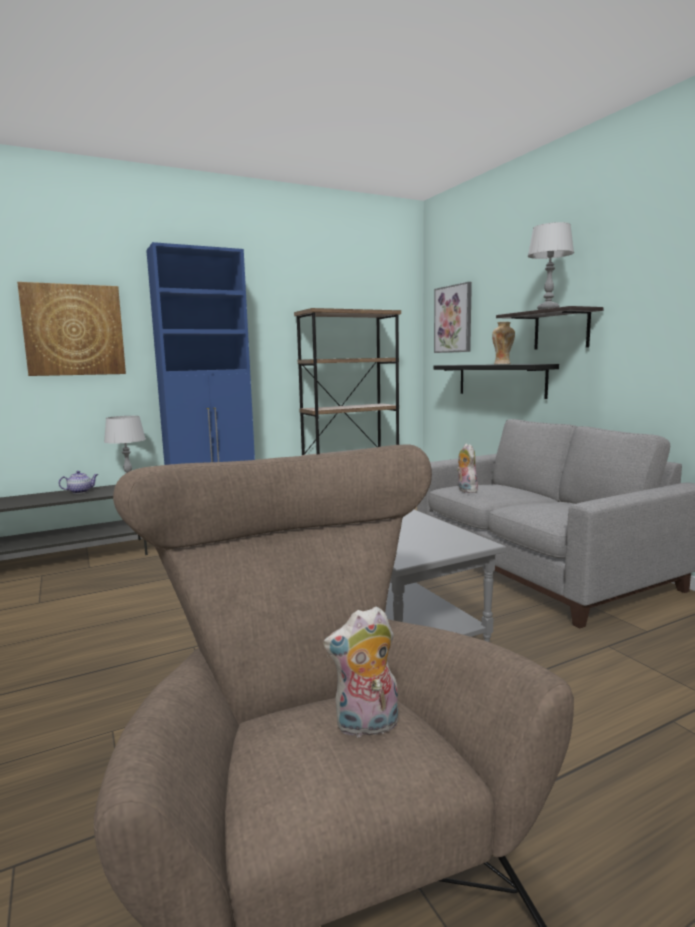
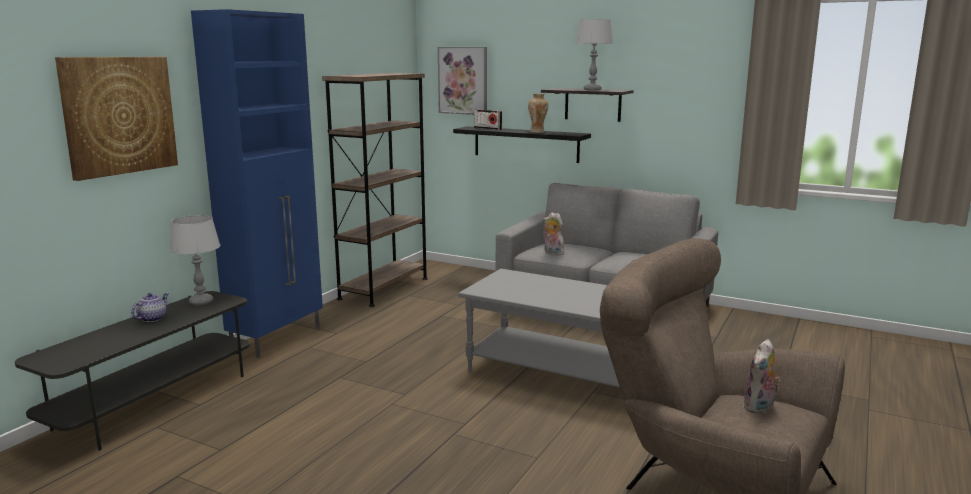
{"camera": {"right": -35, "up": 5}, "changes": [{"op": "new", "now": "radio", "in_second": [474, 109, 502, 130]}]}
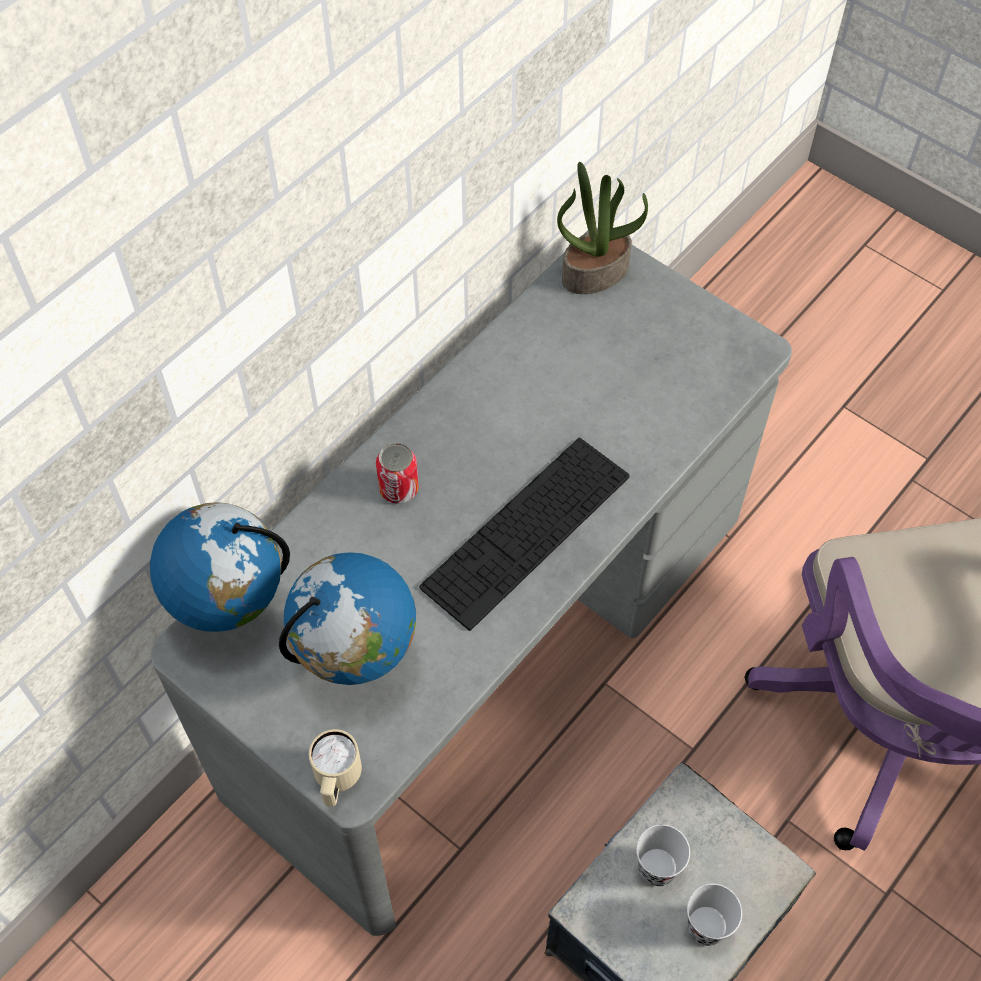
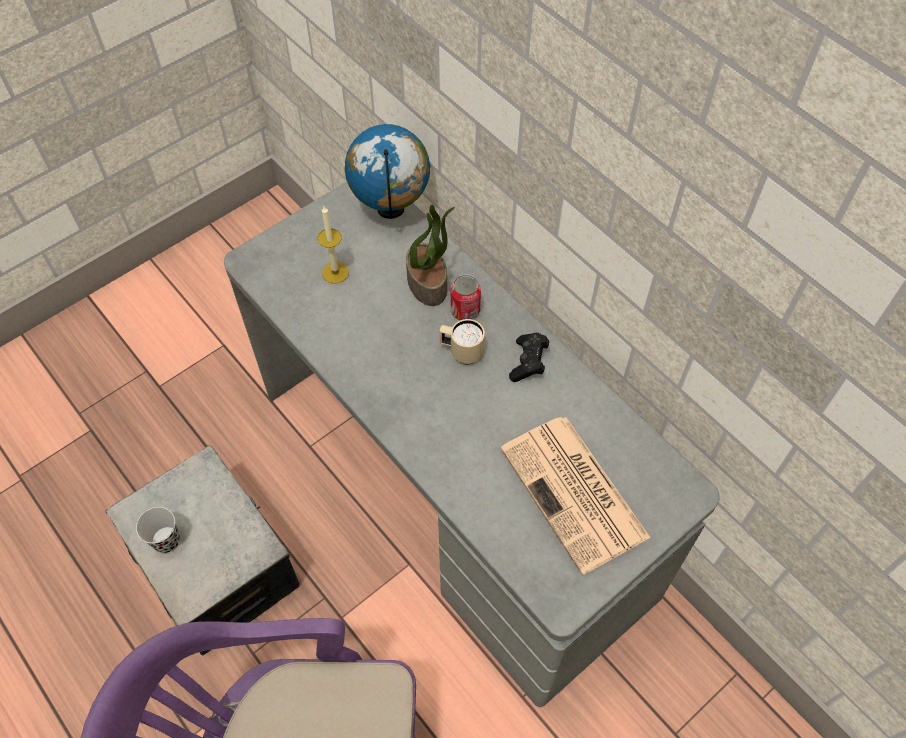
{"camera": {"right": 100, "up": 0}, "changes": [{"op": "swapped", "was": "globus", "now": "świeca", "in_first": [279, 553, 416, 685], "in_second": [318, 206, 349, 284]}, {"op": "shifted", "was": "roślina doniczkowa", "in_first": [557, 162, 648, 294], "in_second": [406, 205, 455, 306]}, {"op": "shifted", "was": "kubek/beżowy", "in_first": [309, 729, 362, 807], "in_second": [439, 319, 485, 364]}, {"op": "new", "now": "gazeta", "in_second": [500, 417, 651, 575]}, {"op": "new", "now": "pad do gier/czarny", "in_second": [509, 333, 549, 382]}, {"op": "gone", "was": "klawiatura", "in_first": [419, 438, 629, 631]}, {"op": "gone", "was": "filiżanka/czarny", "in_first": [636, 825, 690, 886]}]}
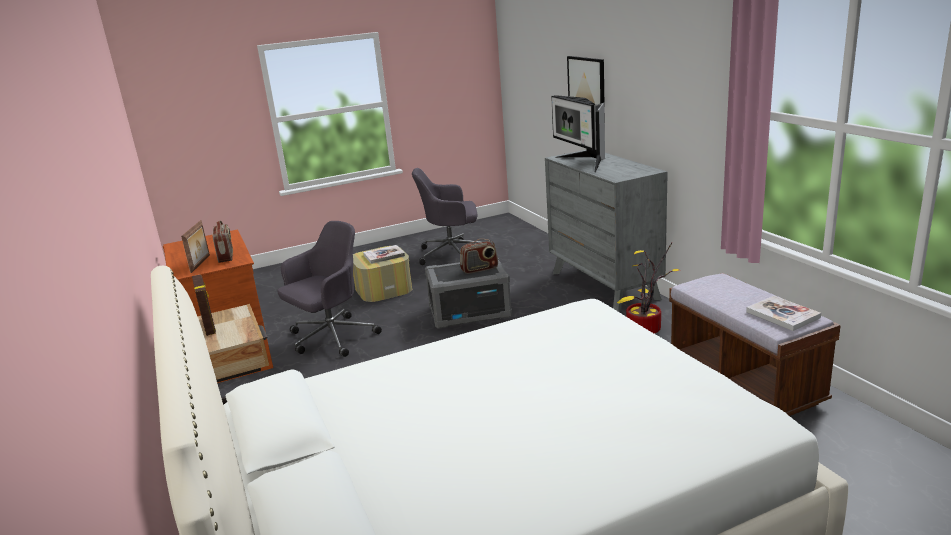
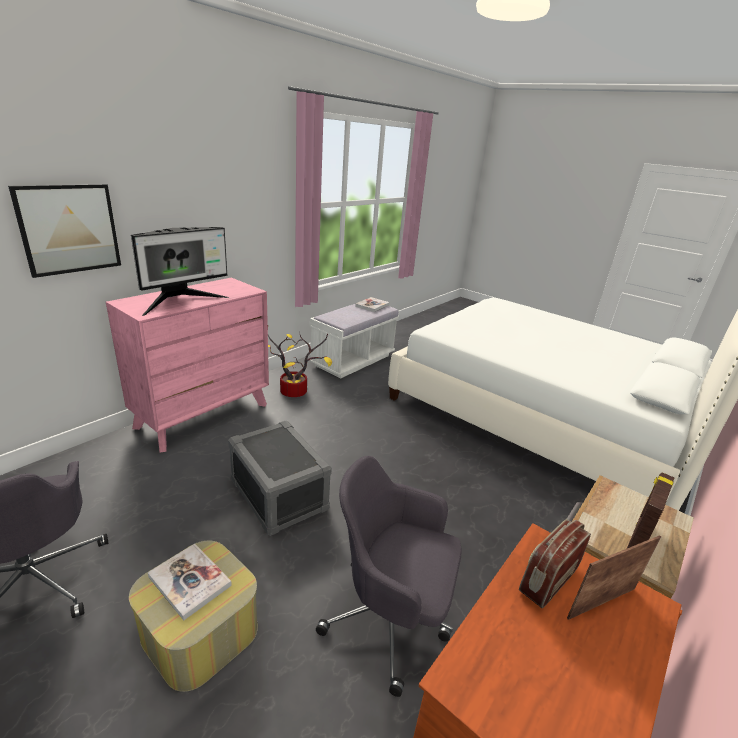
{"camera": {"right": -120, "up": 5}, "changes": [{"op": "repainted", "was": "komoda/szary", "now": "komoda/różowy", "in_first": [545, 150, 668, 312], "in_second": [106, 278, 269, 452]}, {"op": "repainted", "was": "ławka/brązowy", "now": "ławka/biały", "in_first": [669, 273, 841, 416], "in_second": [309, 304, 399, 378]}, {"op": "gone", "was": "radio", "in_first": [460, 239, 498, 274]}]}
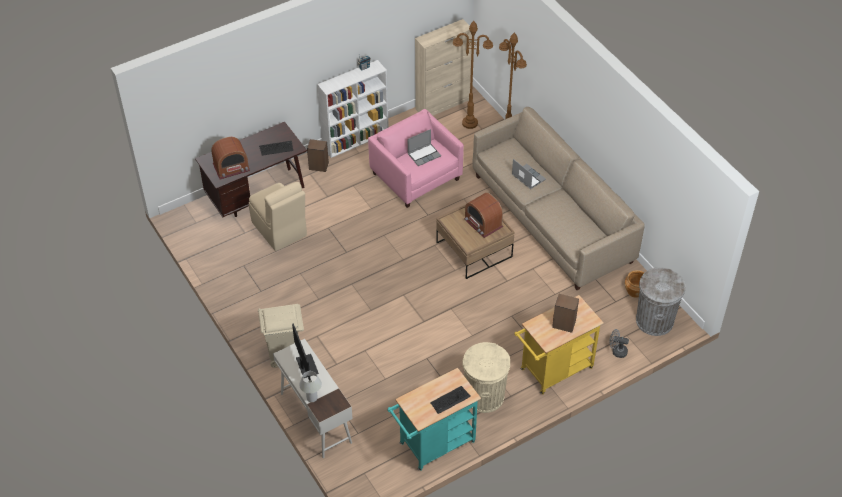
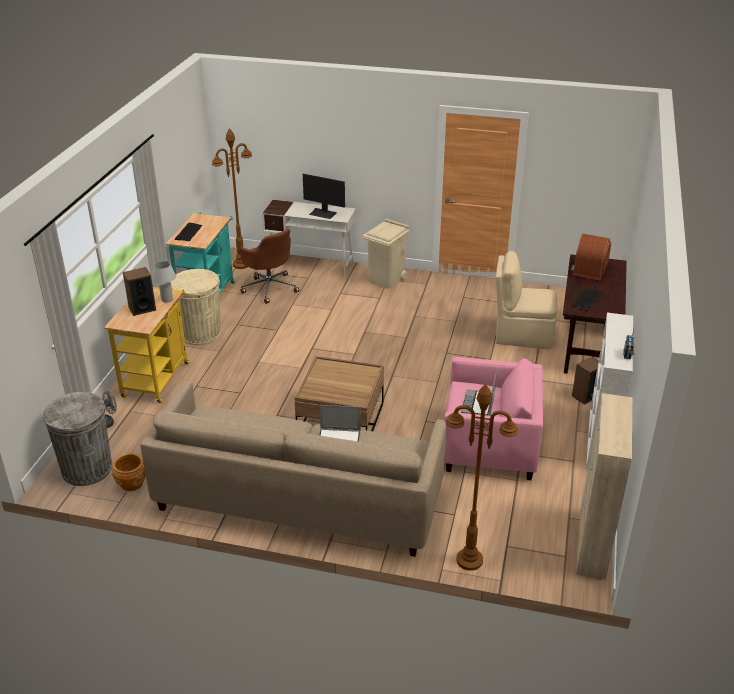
{"camera": {"right": 135, "up": -15}, "changes": [{"op": "shifted", "was": "lampa stołowa/biały", "in_first": [299, 371, 322, 402], "in_second": [152, 261, 176, 303]}, {"op": "shifted", "was": "lampa stojąca/brązowy", "in_first": [453, 21, 493, 129], "in_second": [212, 128, 252, 269]}, {"op": "new", "now": "krzesło biurowe/brązowy", "in_second": [239, 229, 299, 304]}, {"op": "gone", "was": "radio", "in_first": [464, 193, 503, 238]}]}
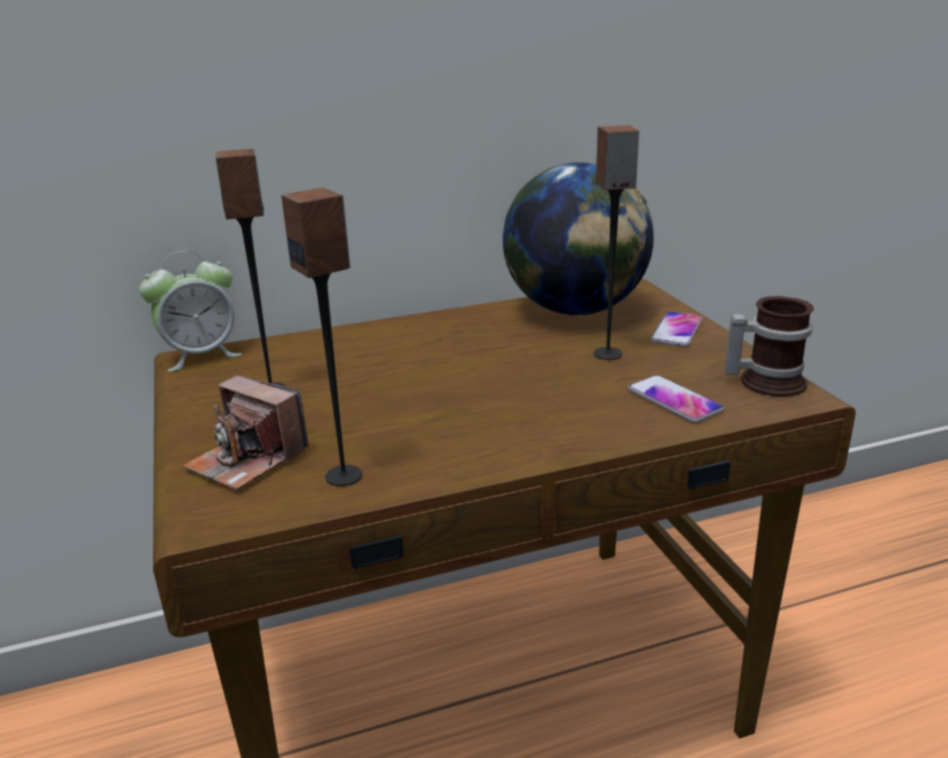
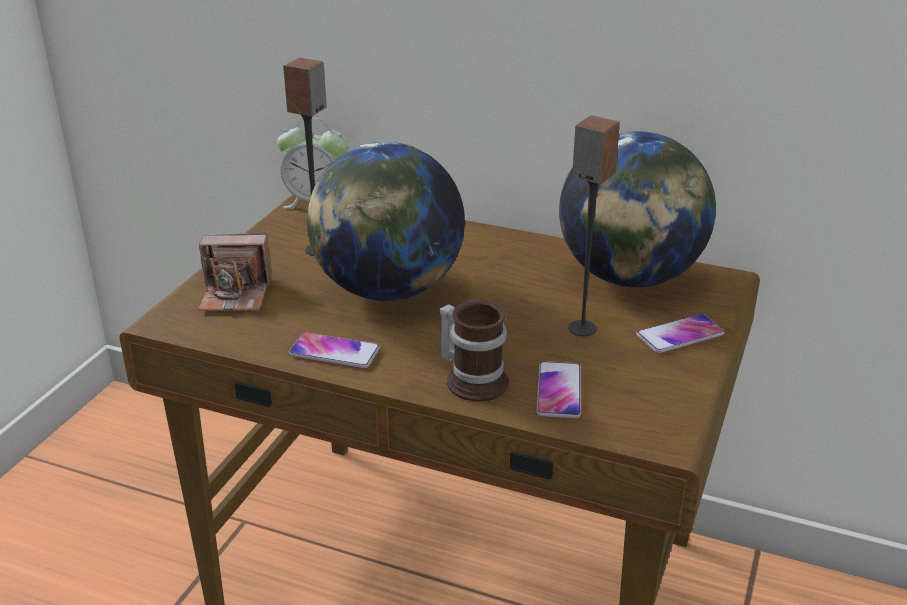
{"camera": {"right": 40, "up": 5}, "changes": [{"op": "rotated", "was": "aparat fotograficzny", "in_first": [183, 375, 309, 491], "in_second": [198, 233, 272, 311], "clockwise": -75}, {"op": "new", "now": "telefon", "in_second": [289, 332, 380, 368]}, {"op": "new", "now": "globus", "in_second": [307, 142, 465, 301]}, {"op": "shifted", "was": "kubek", "in_first": [725, 296, 814, 397], "in_second": [440, 300, 509, 402]}, {"op": "gone", "was": "głośnik", "in_first": [281, 188, 362, 486]}]}
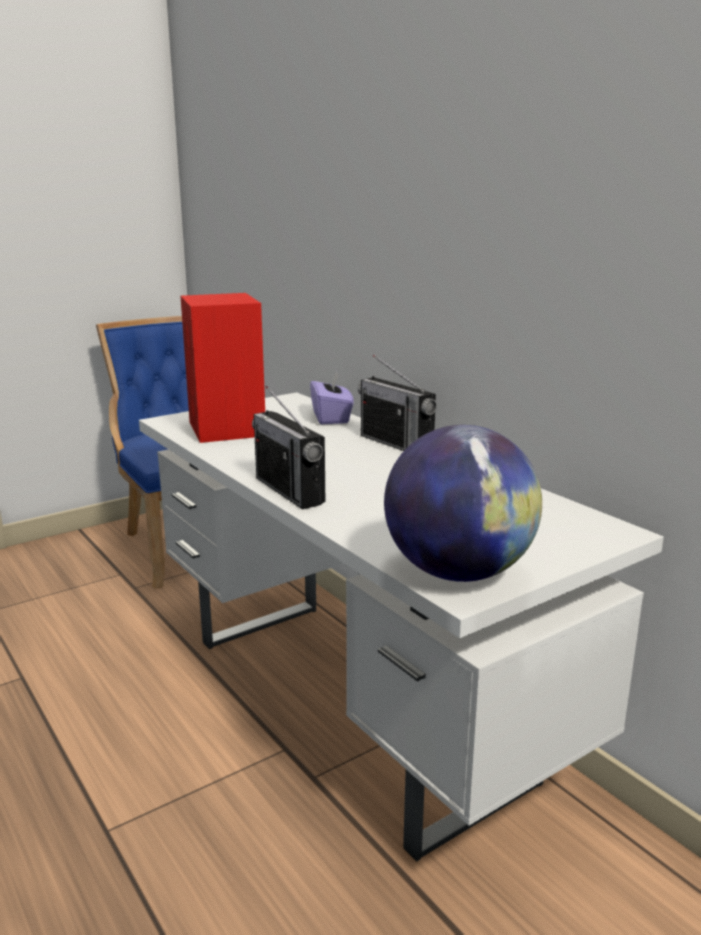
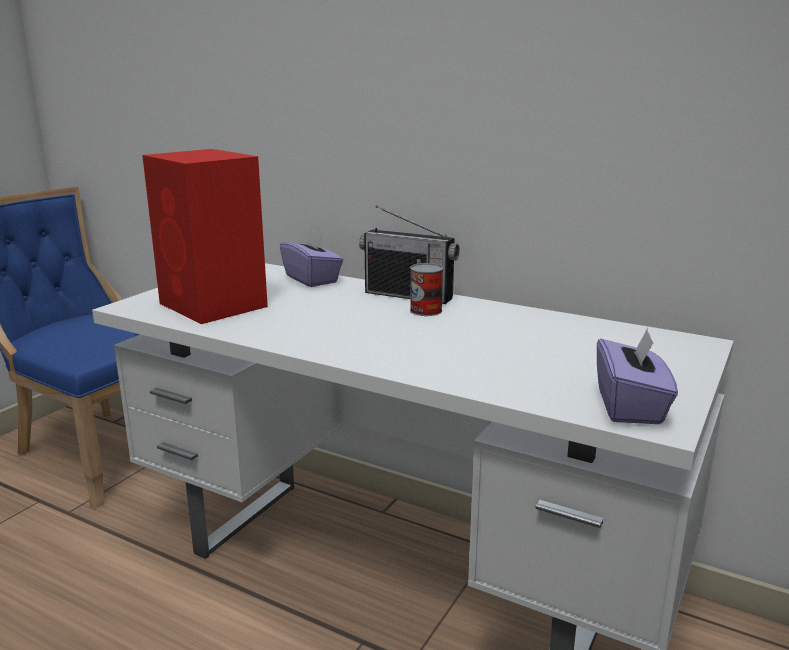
{"camera": {"right": -25, "up": 0}, "changes": [{"op": "new", "now": "puszka", "in_second": [410, 263, 443, 316]}, {"op": "swapped", "was": "globus", "now": "pudełko chusteczek/fioletowy", "in_first": [384, 425, 542, 582], "in_second": [597, 328, 678, 424]}, {"op": "gone", "was": "radio", "in_first": [252, 386, 325, 509]}]}
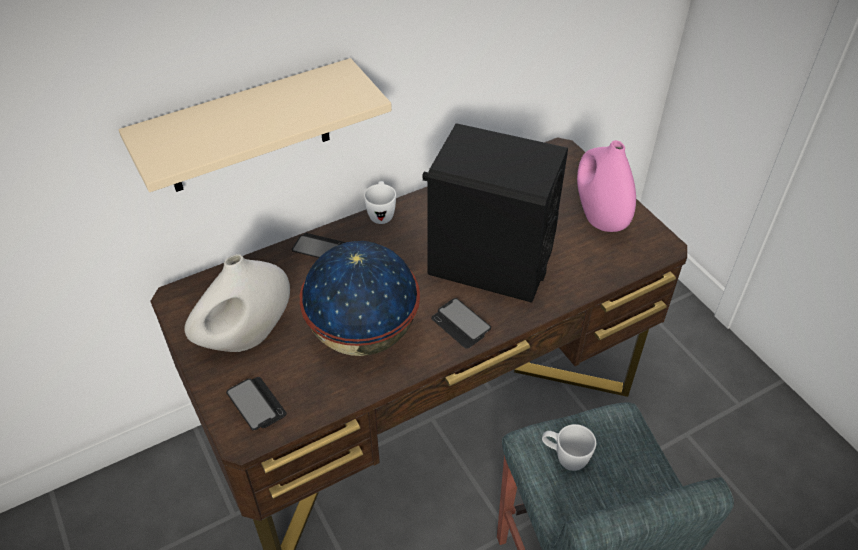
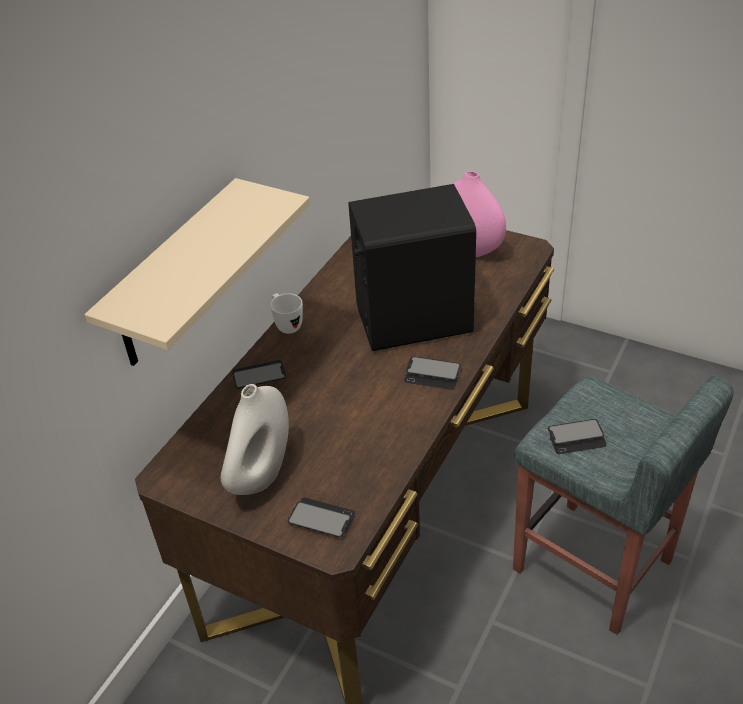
{"camera": {"right": -30, "up": -5}, "changes": [{"op": "swapped", "was": "kubek/biały", "now": "telefon", "in_first": [542, 424, 596, 471], "in_second": [548, 419, 607, 454]}, {"op": "gone", "was": "globus", "in_first": [300, 241, 420, 356]}]}
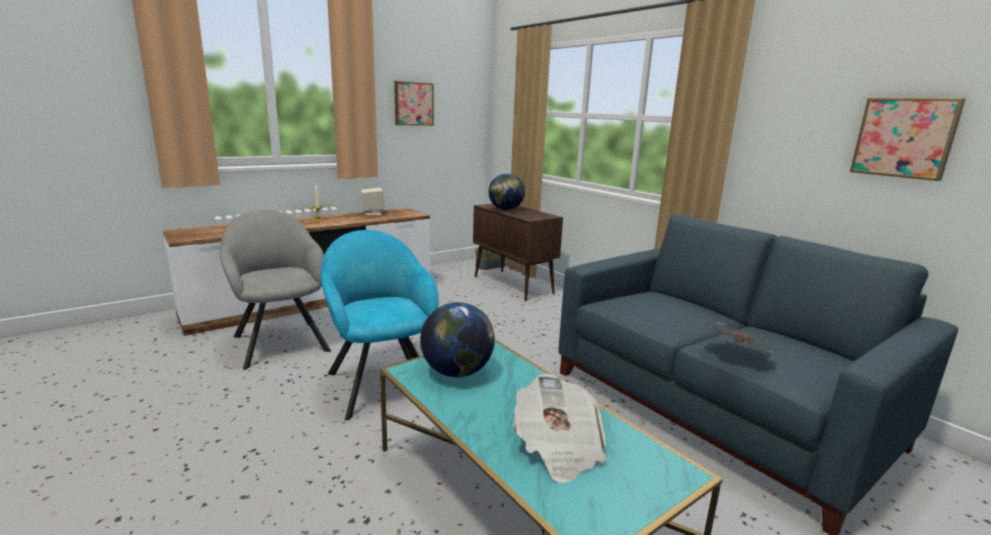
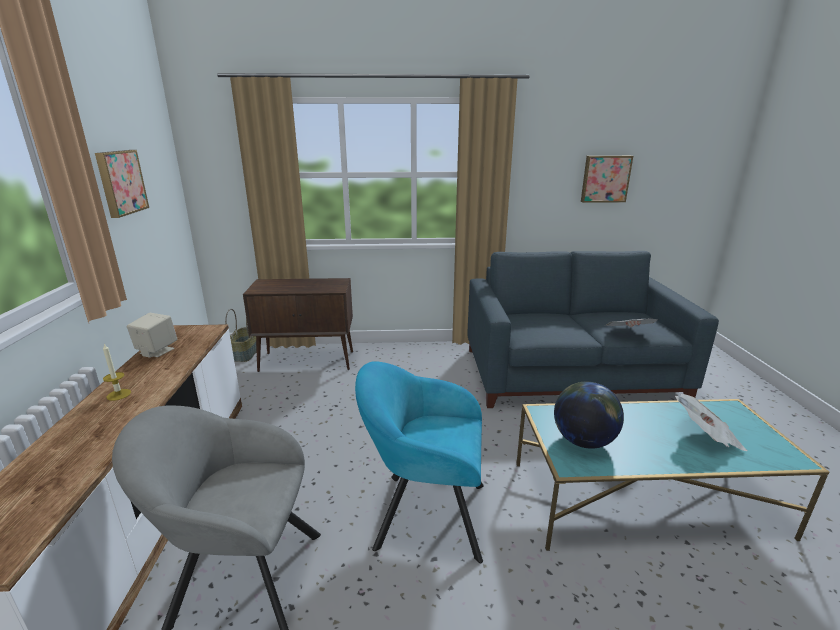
{"camera": {"right": -55, "up": 5}, "changes": [{"op": "gone", "was": "globus", "in_first": [489, 174, 525, 210]}]}
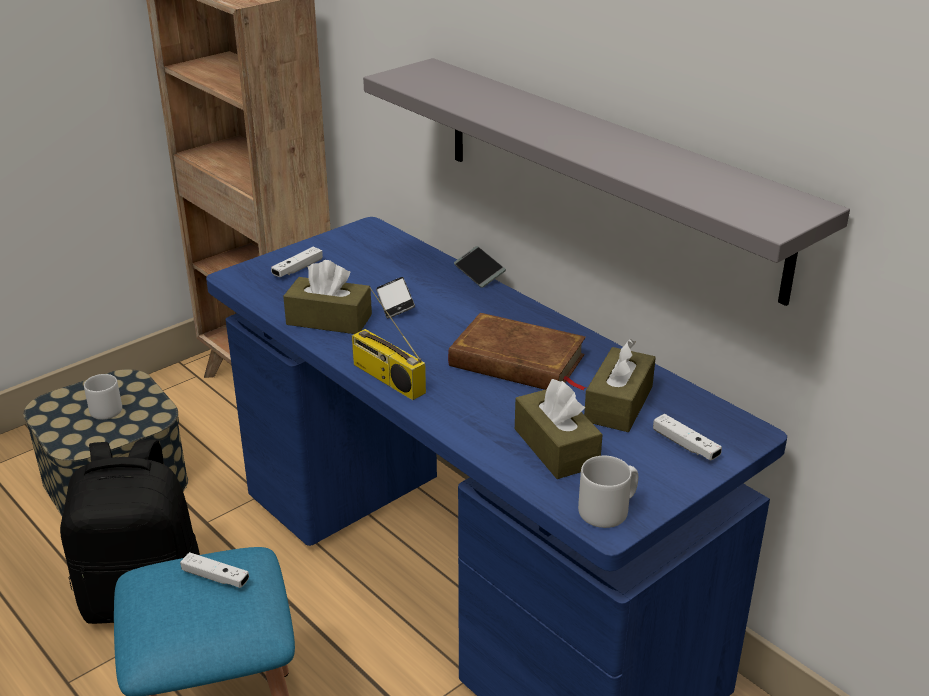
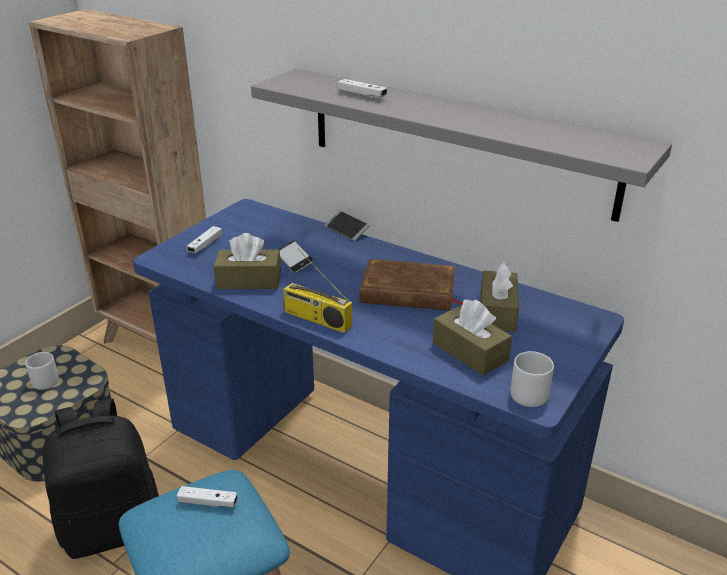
{"camera": {"right": -15, "up": 0}, "changes": [{"op": "shifted", "was": "pad do gier/biały", "in_first": [653, 414, 722, 460], "in_second": [338, 79, 387, 98]}]}
